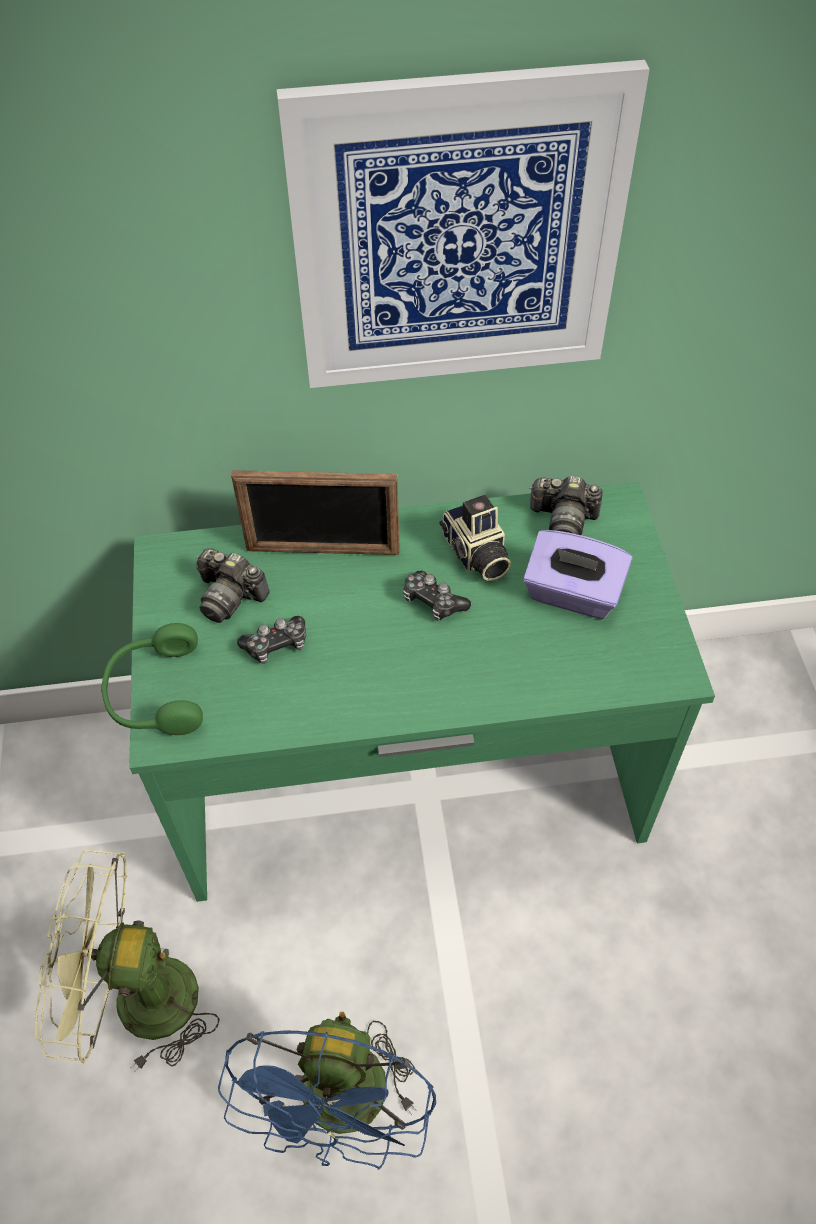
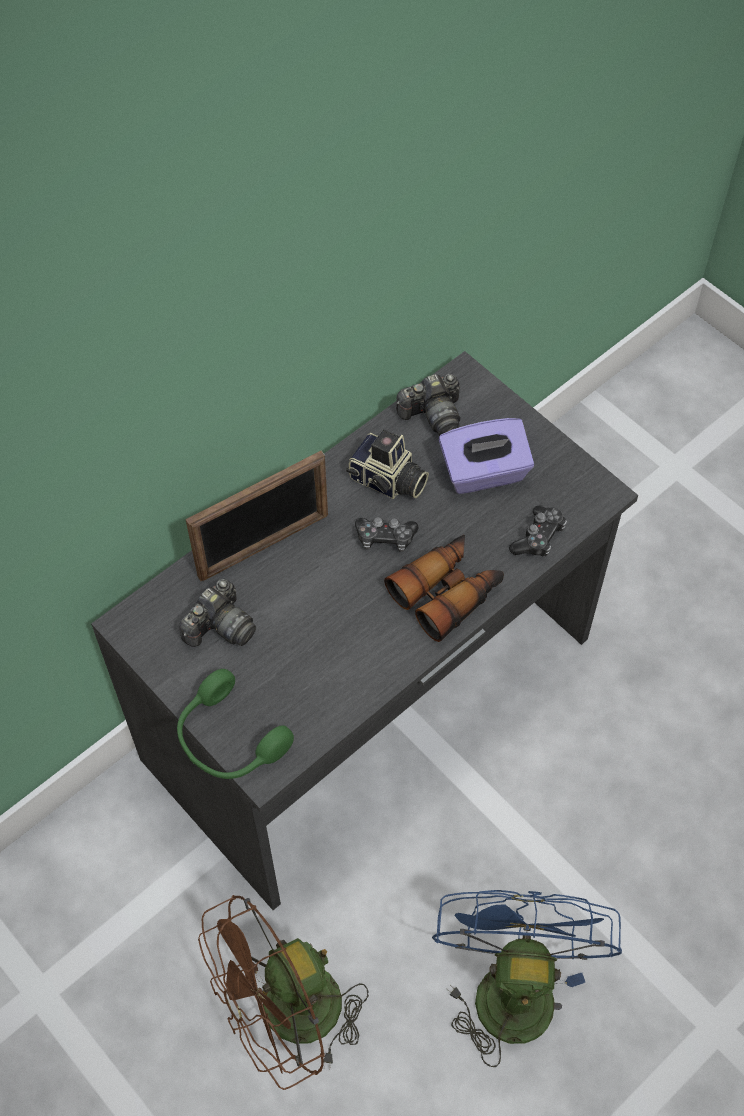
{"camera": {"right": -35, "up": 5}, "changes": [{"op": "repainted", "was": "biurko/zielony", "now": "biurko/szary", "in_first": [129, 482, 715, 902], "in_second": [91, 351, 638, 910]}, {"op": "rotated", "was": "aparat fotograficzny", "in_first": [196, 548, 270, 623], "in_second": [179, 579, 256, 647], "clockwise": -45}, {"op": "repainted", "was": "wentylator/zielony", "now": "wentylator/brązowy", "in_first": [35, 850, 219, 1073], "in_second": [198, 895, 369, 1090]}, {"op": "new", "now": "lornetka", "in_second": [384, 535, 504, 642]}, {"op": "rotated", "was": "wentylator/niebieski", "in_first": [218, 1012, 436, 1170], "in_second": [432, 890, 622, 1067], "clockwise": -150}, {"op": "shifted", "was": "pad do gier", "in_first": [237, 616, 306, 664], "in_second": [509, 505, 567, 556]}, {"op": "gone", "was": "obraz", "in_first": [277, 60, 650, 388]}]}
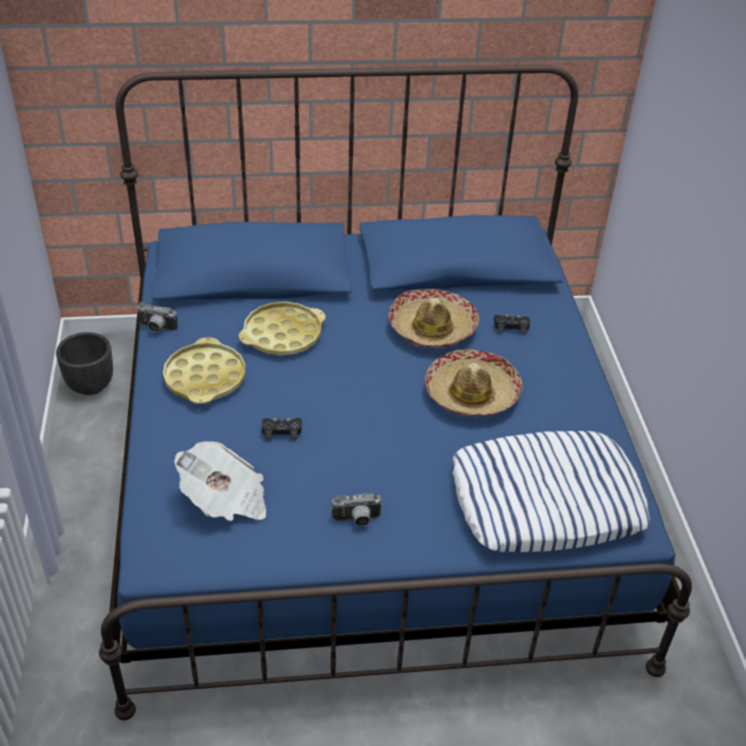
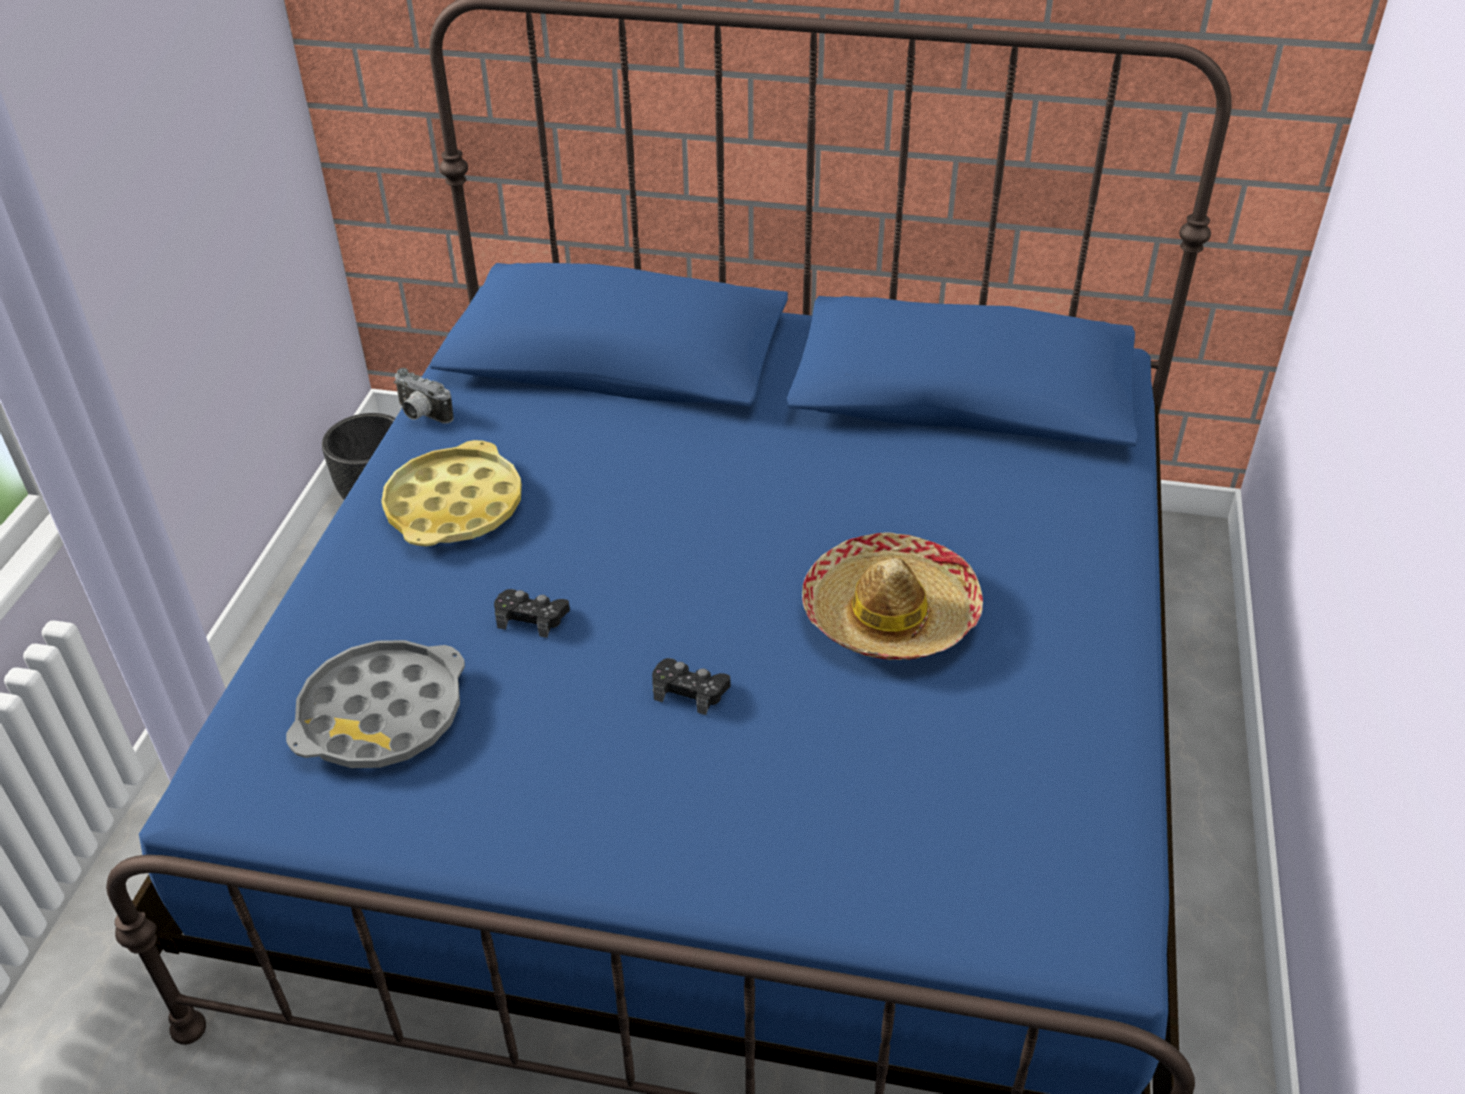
{"camera": {"right": 20, "up": 0}, "changes": [{"op": "swapped", "was": "gazeta", "now": "taca/szary", "in_first": [174, 441, 266, 521], "in_second": [286, 640, 465, 768]}, {"op": "shifted", "was": "pad do gier/czarny", "in_first": [494, 314, 530, 335], "in_second": [652, 658, 730, 715]}, {"op": "gone", "was": "taca/żółty", "in_first": [239, 302, 325, 355]}, {"op": "gone", "was": "aparat fotograficzny", "in_first": [332, 493, 382, 526]}, {"op": "gone", "was": "kapelusz", "in_first": [389, 289, 479, 348]}, {"op": "gone", "was": "poduszka", "in_first": [452, 431, 650, 552]}]}
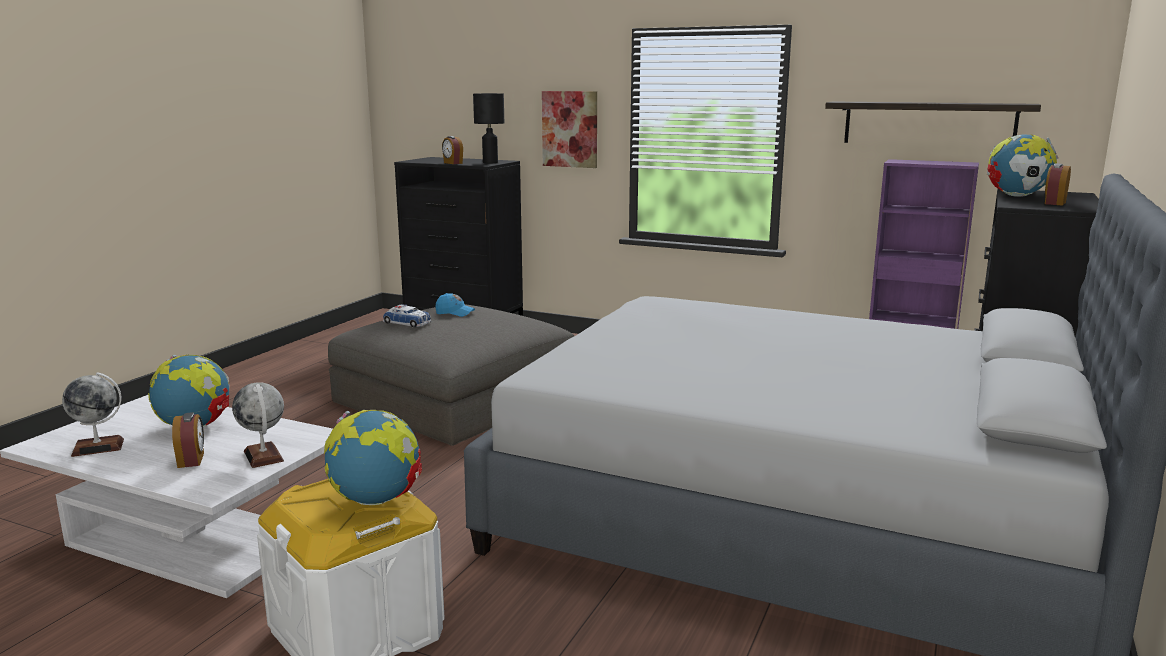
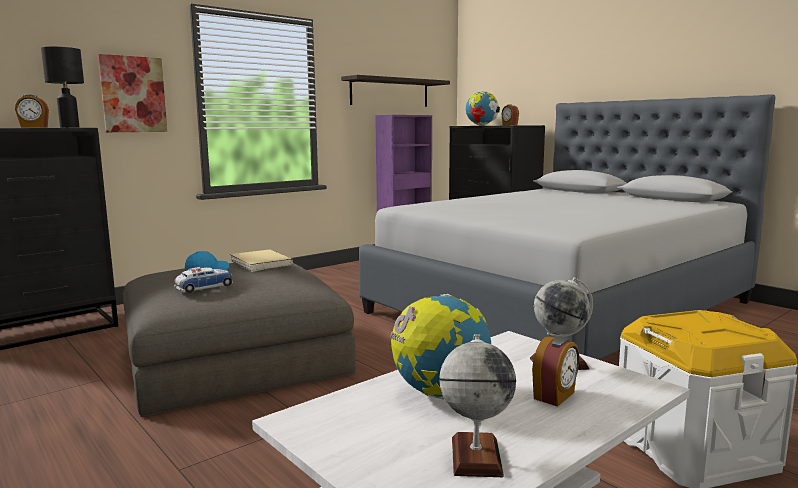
{"camera": {"right": -65, "up": -5}, "changes": [{"op": "new", "now": "książka/beżowy", "in_second": [230, 249, 293, 272]}, {"op": "rotated", "was": "budzik", "in_first": [172, 412, 204, 468], "in_second": [532, 336, 579, 407], "clockwise": 120}, {"op": "gone", "was": "globus", "in_first": [324, 410, 422, 505]}]}
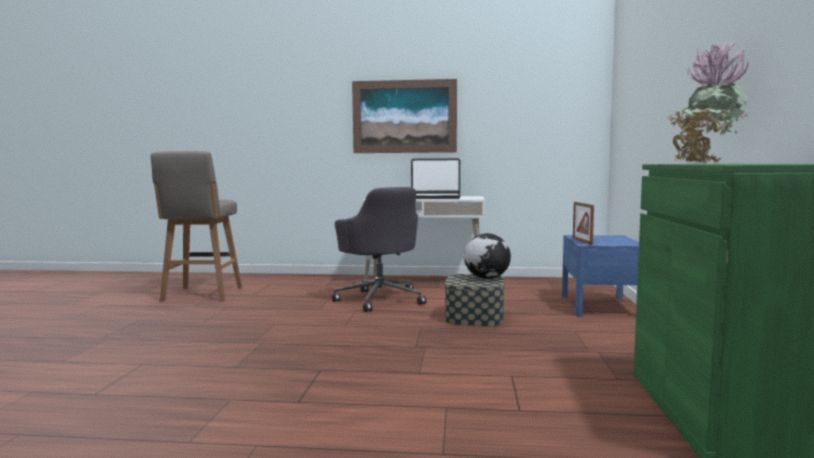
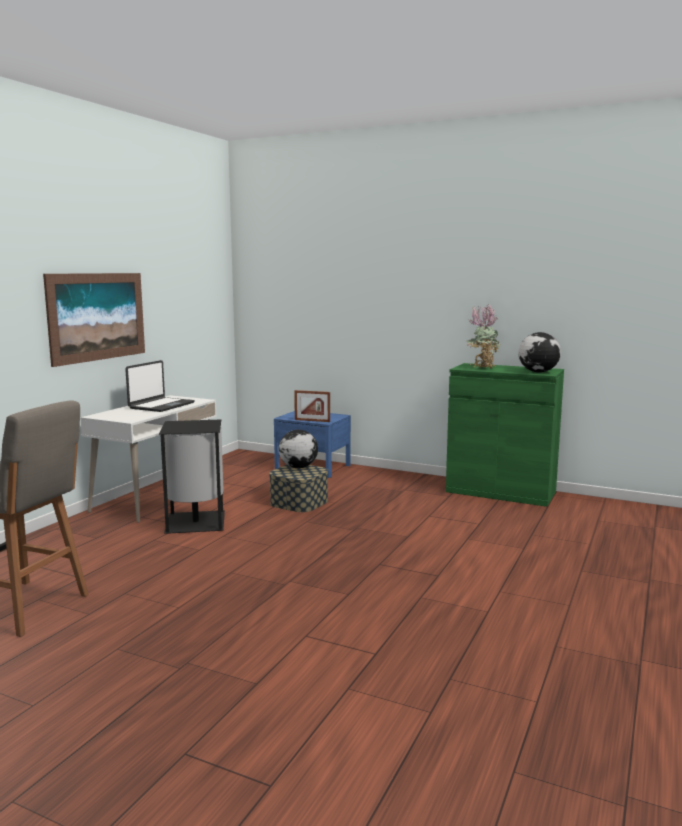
{"camera": {"right": -70, "up": 5}, "changes": [{"op": "swapped", "was": "krzesło biurowe/szary", "now": "kosz na śmieci/czarny", "in_first": [332, 187, 426, 312], "in_second": [159, 420, 225, 534]}, {"op": "new", "now": "globus", "in_second": [518, 332, 561, 373]}]}
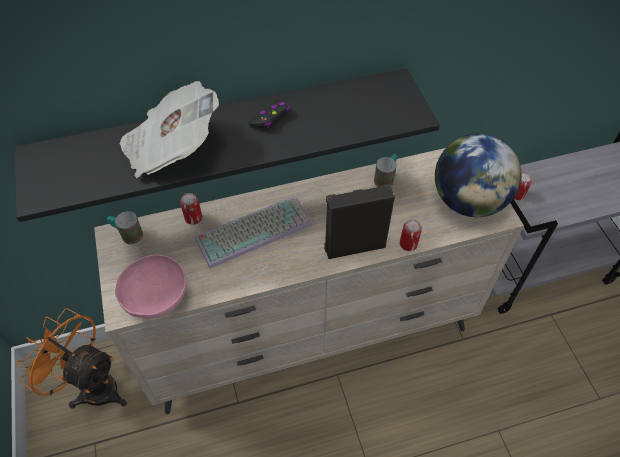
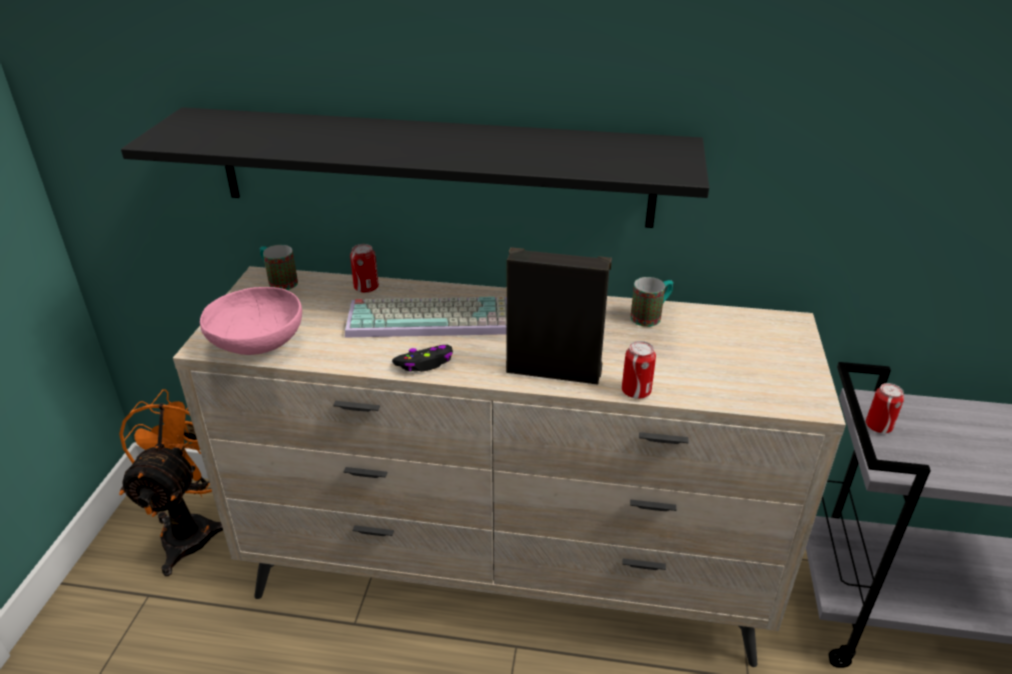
{"camera": {"right": 25, "up": -20}, "changes": [{"op": "rotated", "was": "wentylator/pomarańczowy", "in_first": [16, 308, 127, 409], "in_second": [119, 389, 223, 576], "clockwise": 45}, {"op": "shifted", "was": "pad do gier/czarny", "in_first": [248, 100, 290, 129], "in_second": [392, 345, 453, 372]}, {"op": "gone", "was": "gazeta", "in_first": [120, 81, 219, 178]}, {"op": "gone", "was": "globus", "in_first": [435, 133, 521, 217]}]}
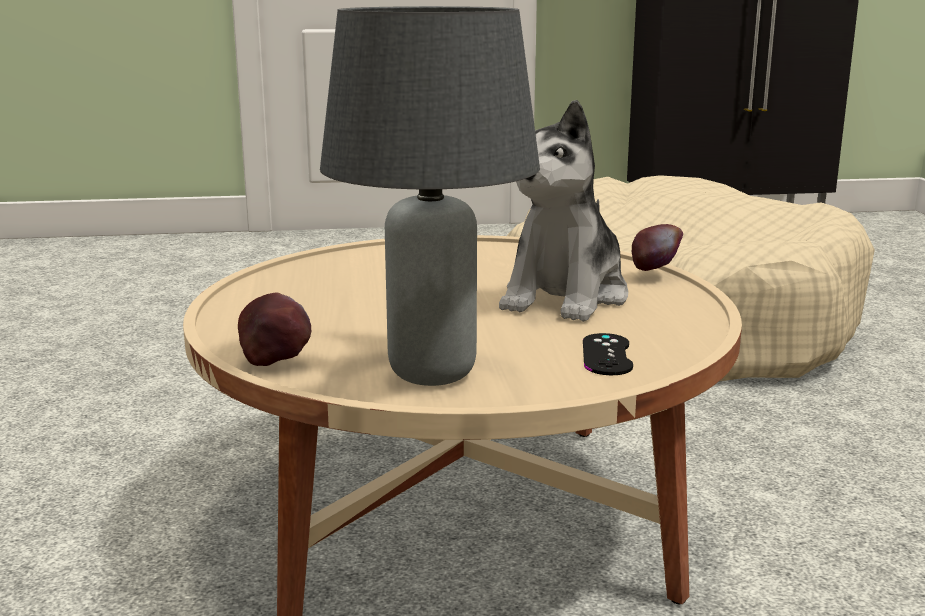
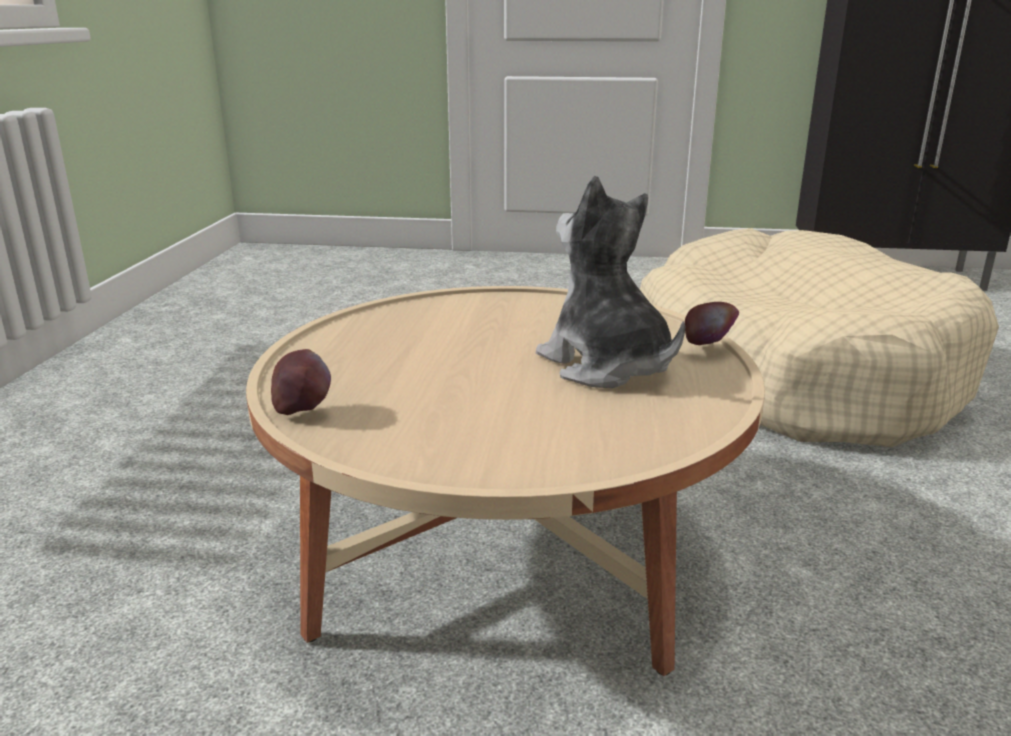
{"camera": {"right": 15, "up": 5}, "changes": [{"op": "rotated", "was": "pluszak", "in_first": [499, 100, 628, 322], "in_second": [536, 176, 685, 388], "clockwise": 105}, {"op": "gone", "was": "lampa stołowa/szary", "in_first": [320, 6, 540, 386]}, {"op": "gone", "was": "pad do gier/czarny", "in_first": [583, 333, 633, 375]}]}
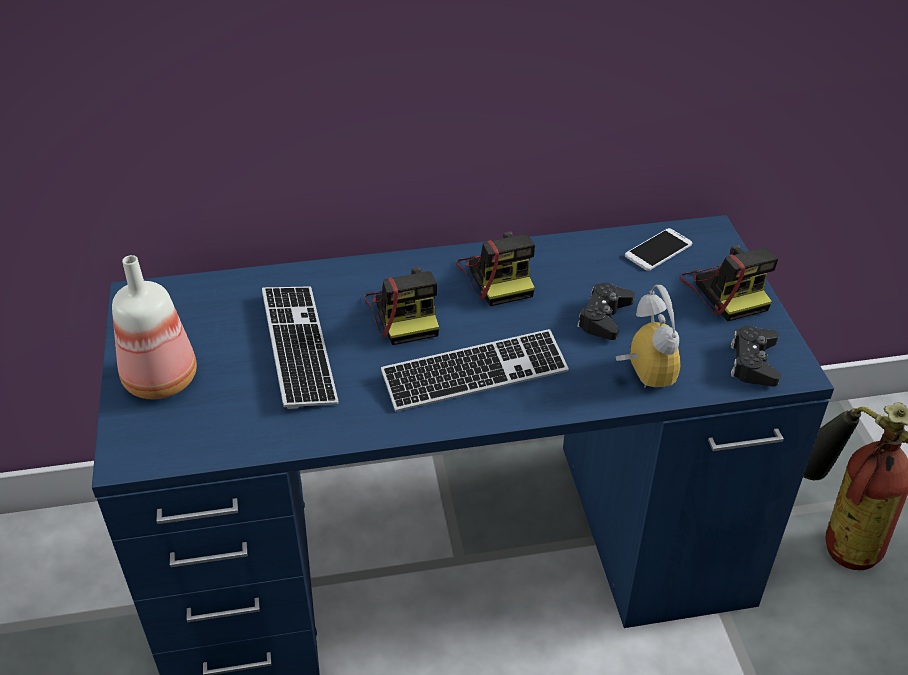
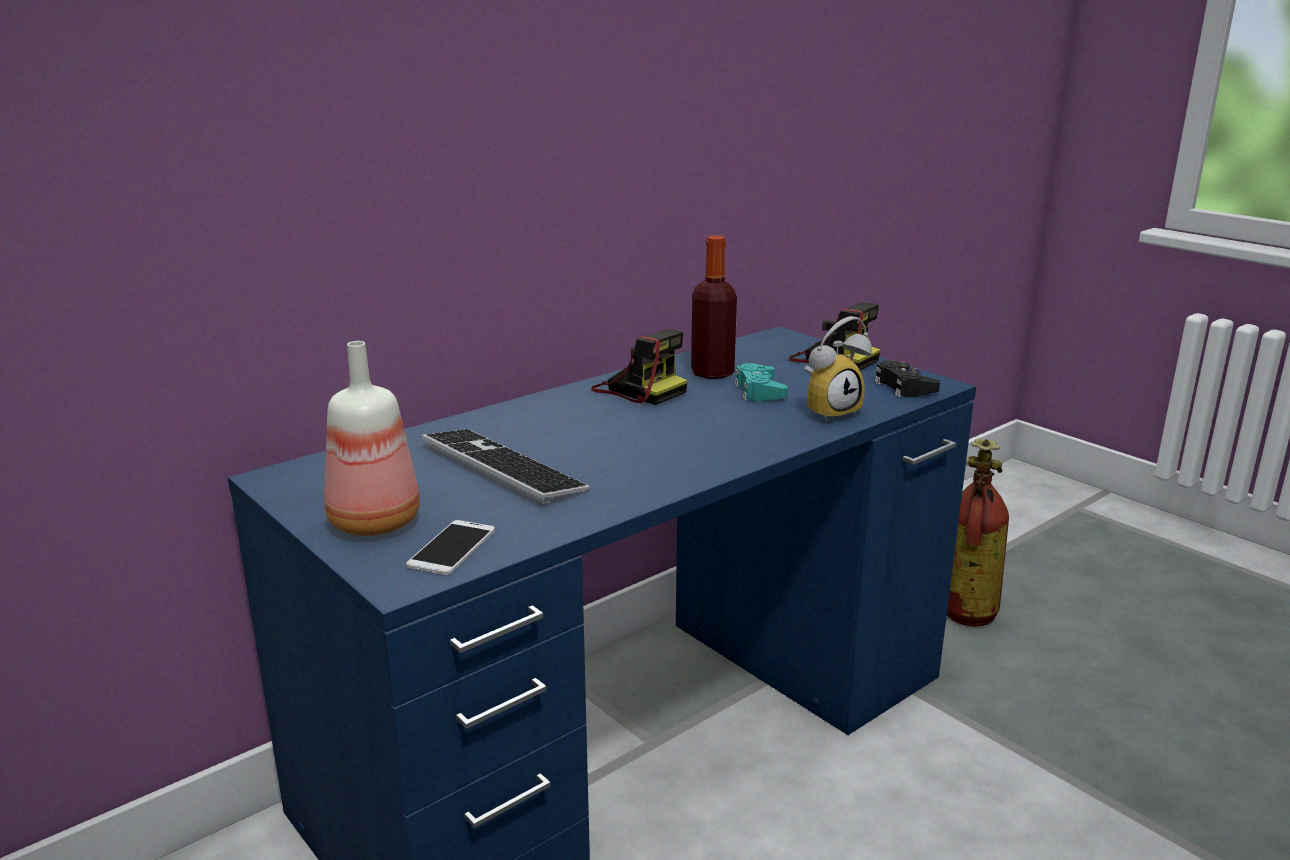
{"camera": {"right": -30, "up": -20}, "changes": [{"op": "shifted", "was": "telefon", "in_first": [625, 228, 692, 271], "in_second": [406, 520, 495, 575]}, {"op": "new", "now": "butelka", "in_second": [691, 235, 737, 379]}, {"op": "repainted", "was": "pad do gier/czarny", "now": "pad do gier/turkusowy", "in_first": [577, 283, 635, 340], "in_second": [735, 363, 788, 401]}, {"op": "rotated", "was": "budzik", "in_first": [616, 285, 681, 388], "in_second": [804, 316, 872, 423], "clockwise": 105}, {"op": "gone", "was": "aparat fotograficzny", "in_first": [364, 267, 439, 345]}, {"op": "gone", "was": "klawiatura", "in_first": [381, 329, 569, 412]}]}
